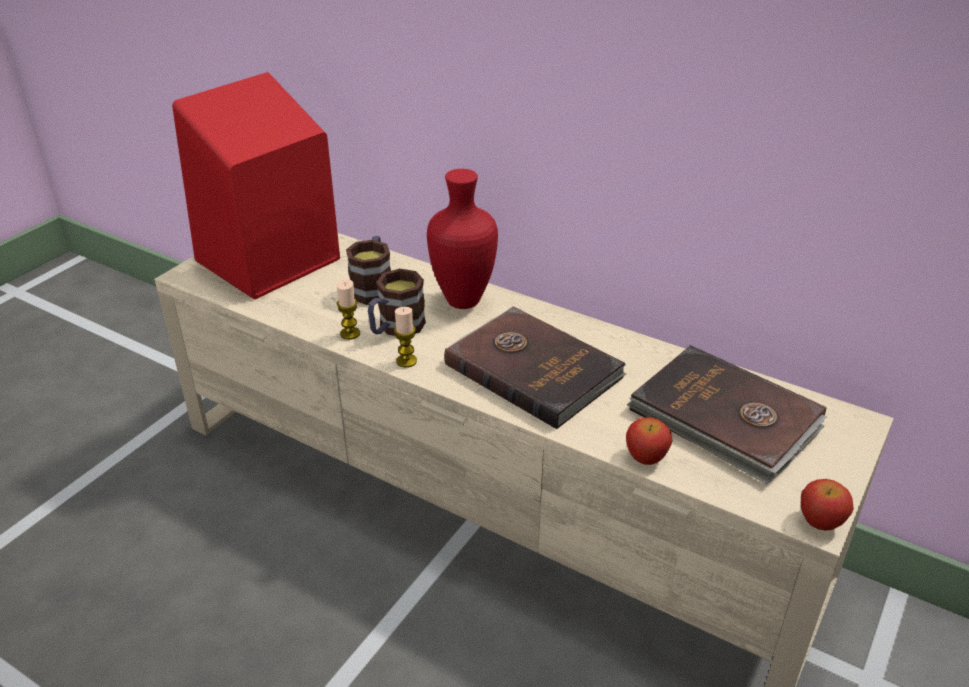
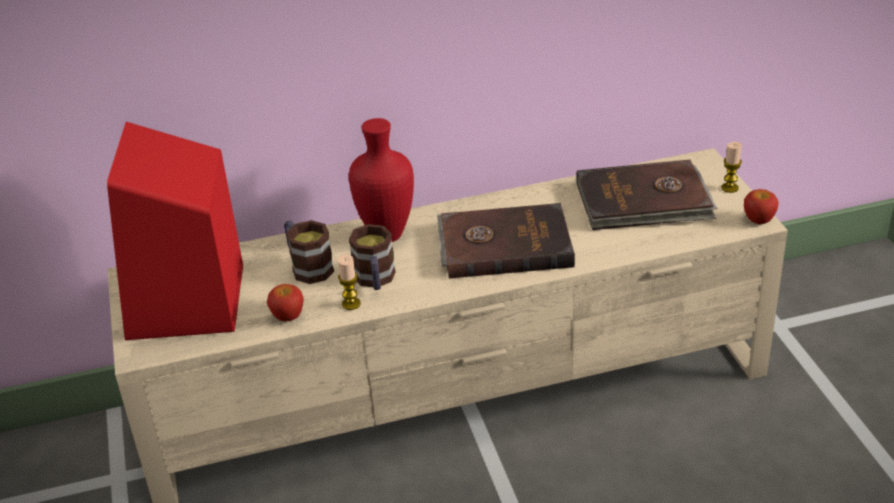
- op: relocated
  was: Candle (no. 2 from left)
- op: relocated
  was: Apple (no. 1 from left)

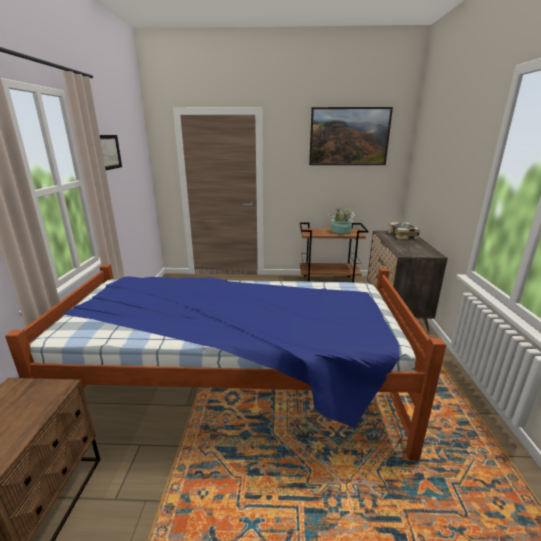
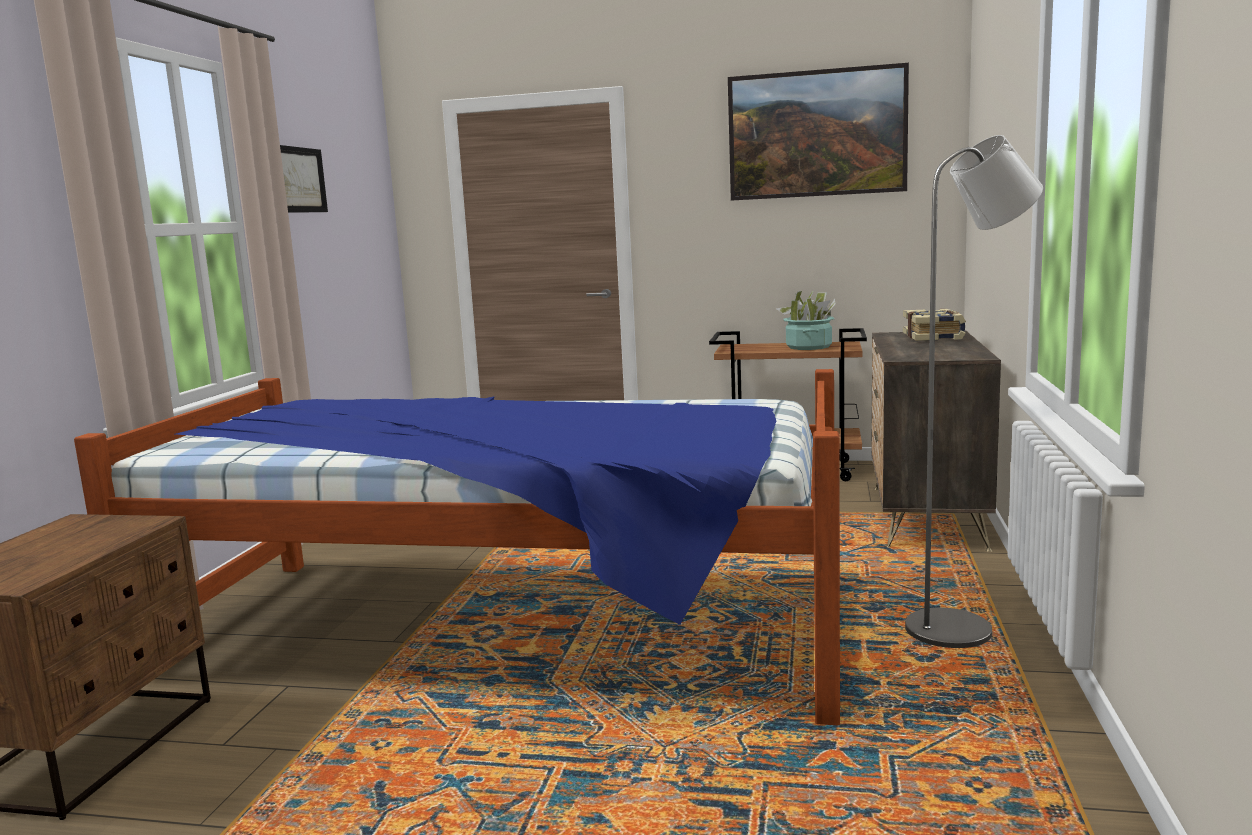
- op: appeared
  now: GreyFloorLamp

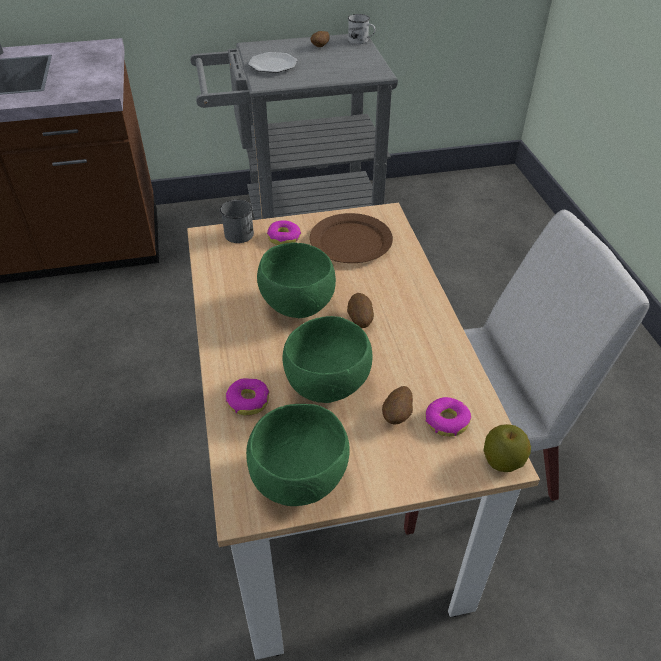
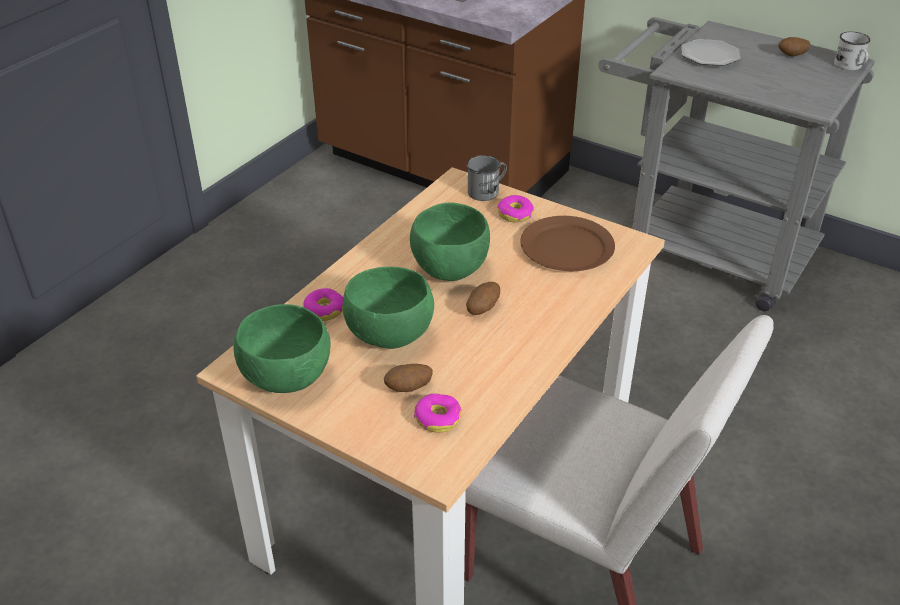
- op: missing
  was: Apple

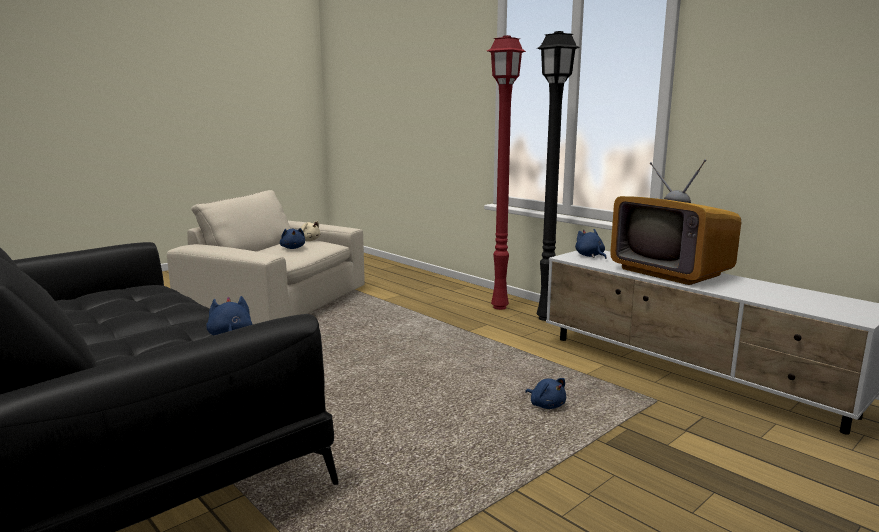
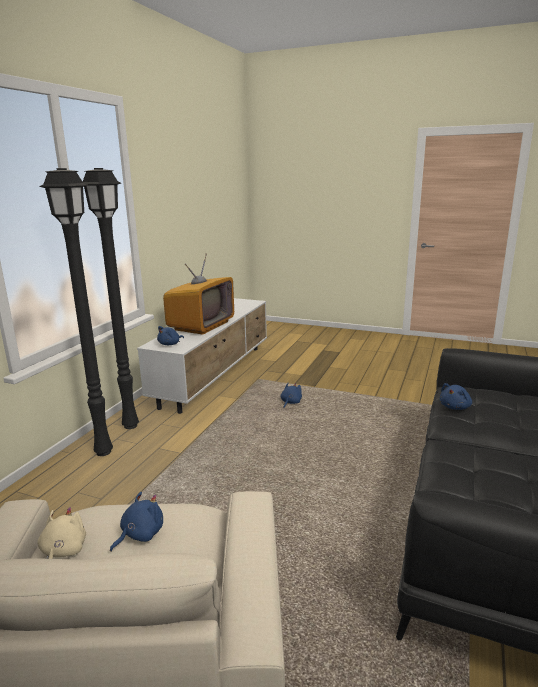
- op: colour
  was: RedFloorLamp
  now: BlackFloorLamp (no. 1 from left)

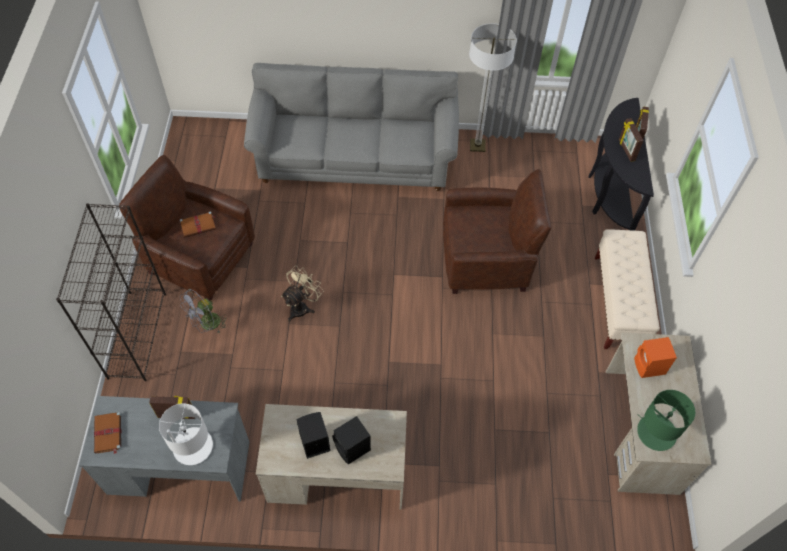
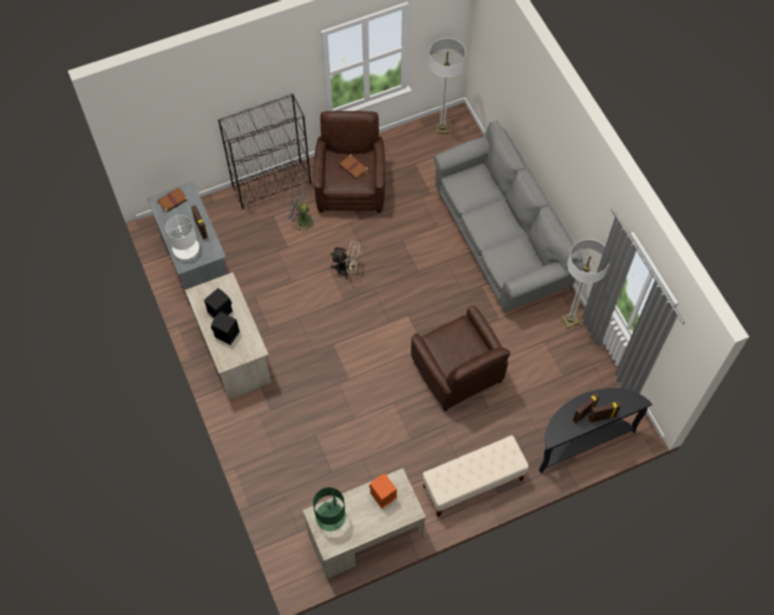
- op: appeared
  now: FloorLamp (no. 1 from left)

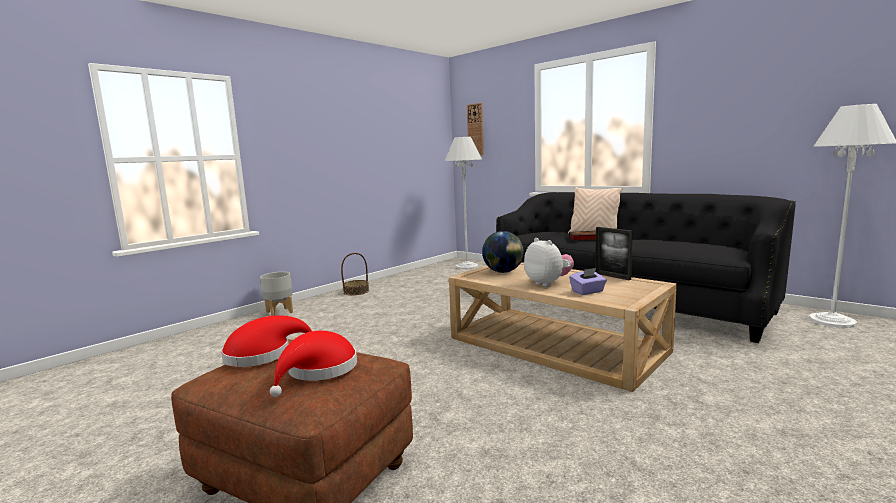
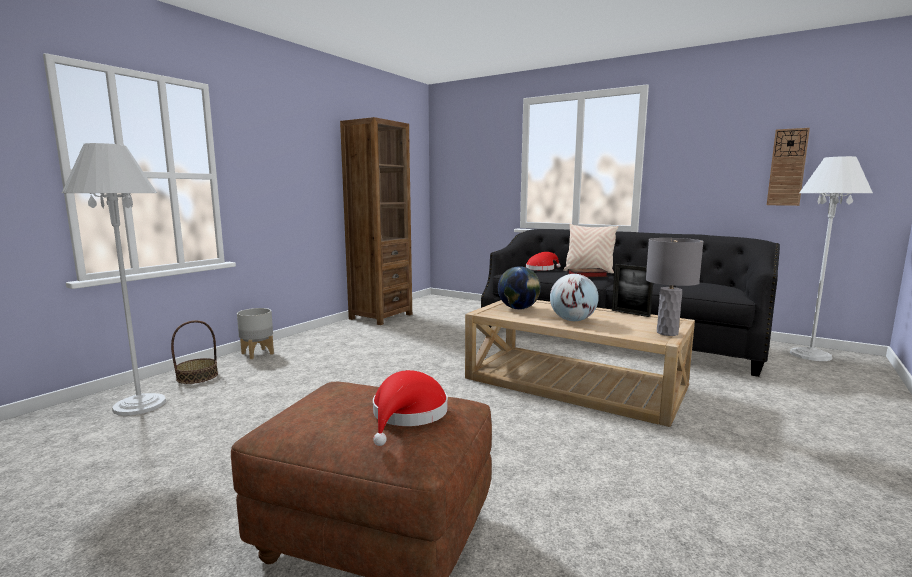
- op: missing
  was: PurpleTissueBox
- op: appeared
  now: BrownBookcase
- op: appeared
  now: GreyTableLamp
- op: relocated
  was: RedHat (no. 1 from left in the first image)
  now: RedHat (no. 2 from left)
- op: relocated
  was: Basket
- op: relocated
  was: WhiteFloorLamp (no. 1 from left)
- op: relocated
  was: WallClock
- op: exchanged
  was: PlushToy
  now: Globe (no. 2 from left)

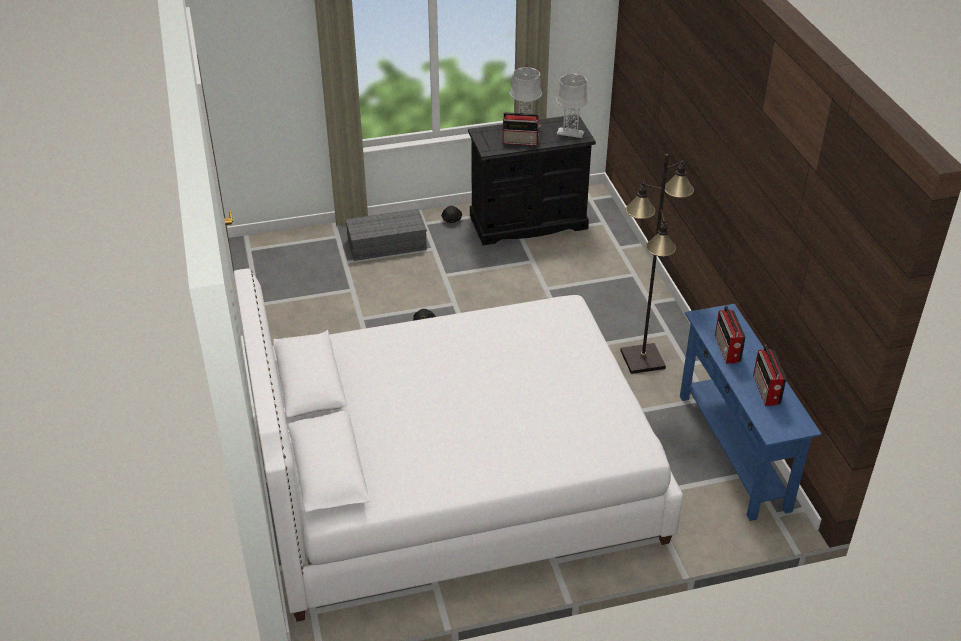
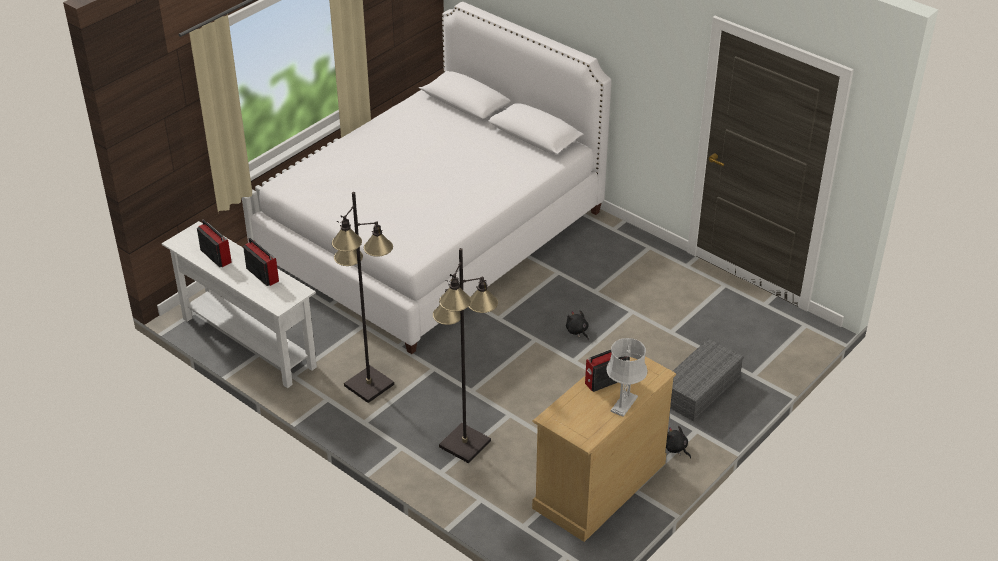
- op: missing
  was: GreyTableLamp (no. 2 from left)
- op: appeared
  now: BlackFloorLamp (no. 2 from left)
- op: colour
  was: BlackDresser
  now: BeigeDresser
- op: colour
  was: BlueConsoleTable
  now: WhiteConsoleTable

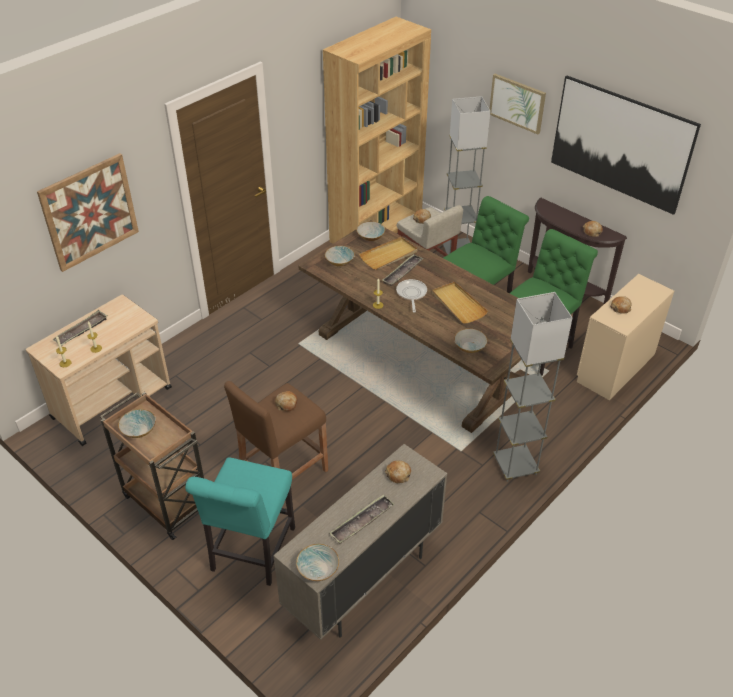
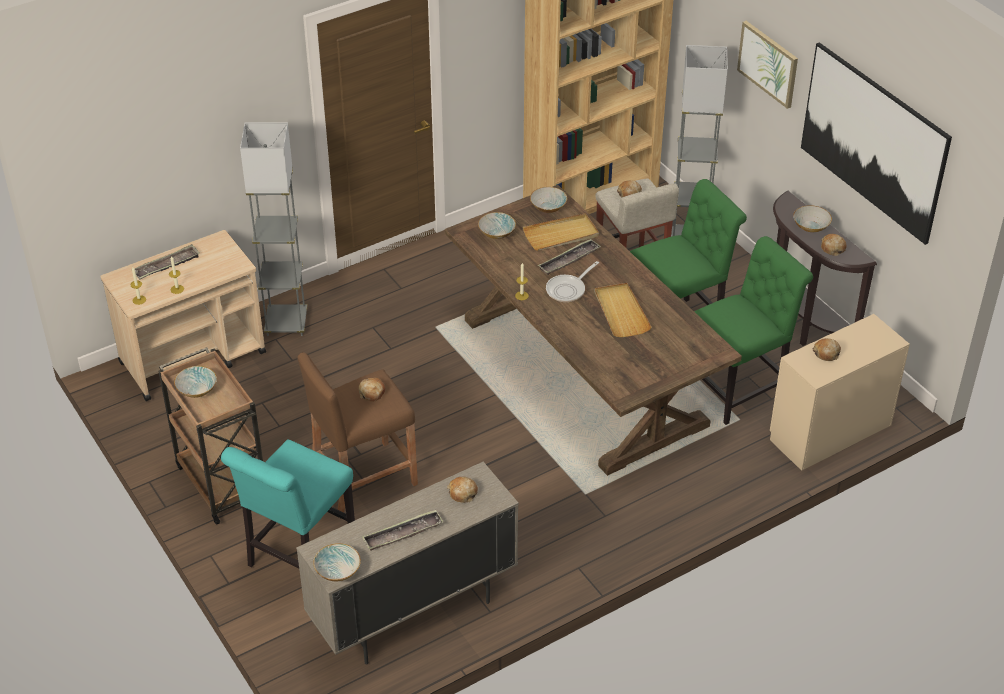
- op: missing
  was: Picture (no. 1 from left)
- op: relocated
  was: Bowl (no. 5 from left)
- op: relocated
  was: GreyFloorLamp (no. 2 from left in the first image)
  now: GreyFloorLamp (no. 1 from left)
- op: spun
  was: FryingPan
  clockwise: -150

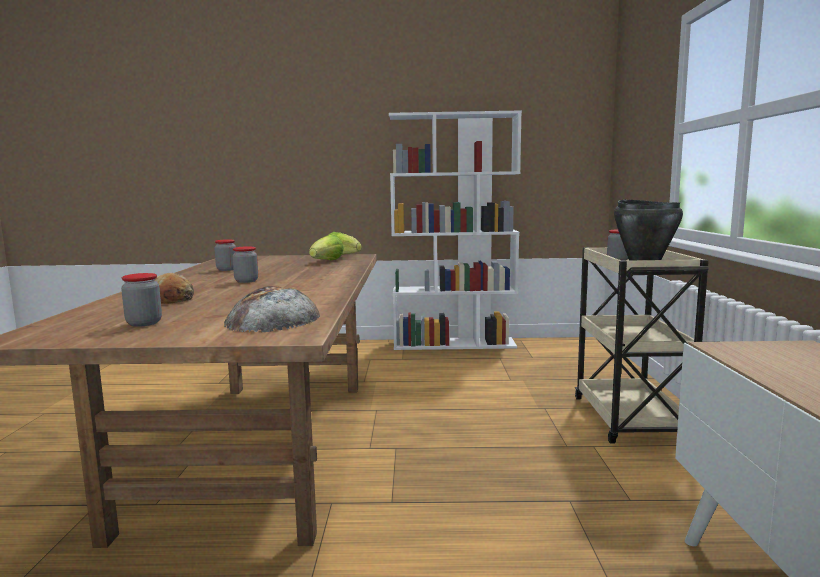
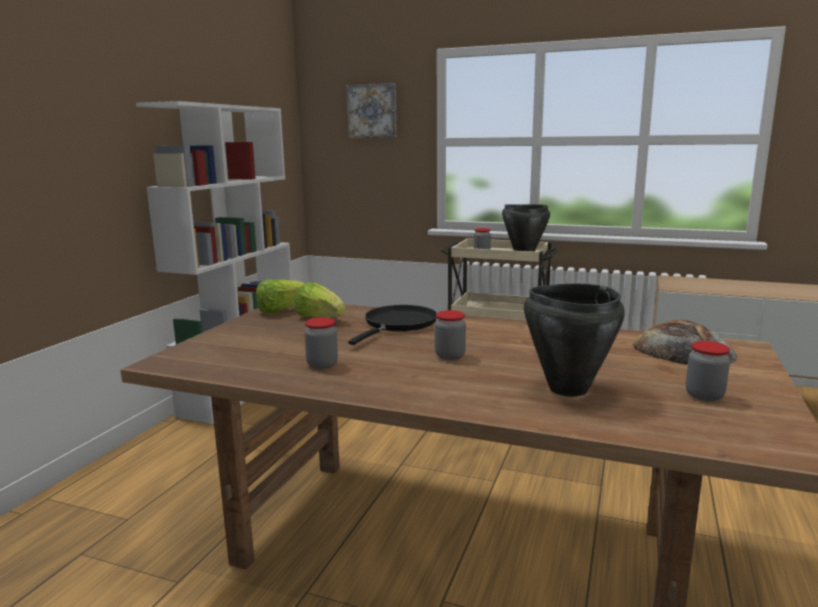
- op: appeared
  now: Picture
- op: appeared
  now: BlackFryingPan
- op: exchanged
  was: Bread (no. 1 from left)
  now: BlackCookingPot (no. 2 from left)

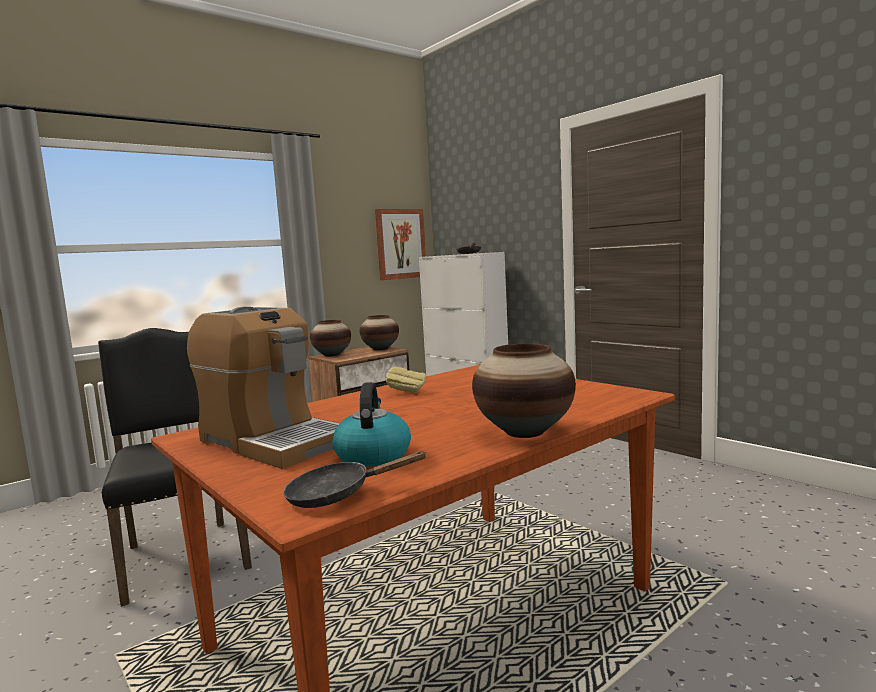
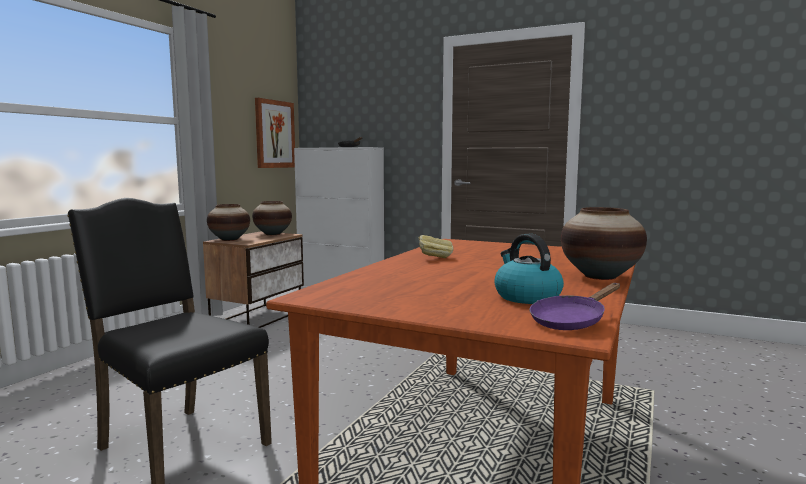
- op: missing
  was: CoffeeMachine
- op: colour
  was: BlackFryingPan (no. 1 from left)
  now: PurpleFryingPan

